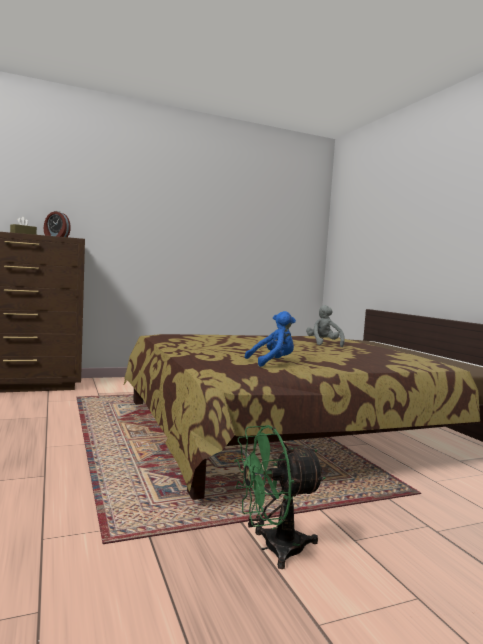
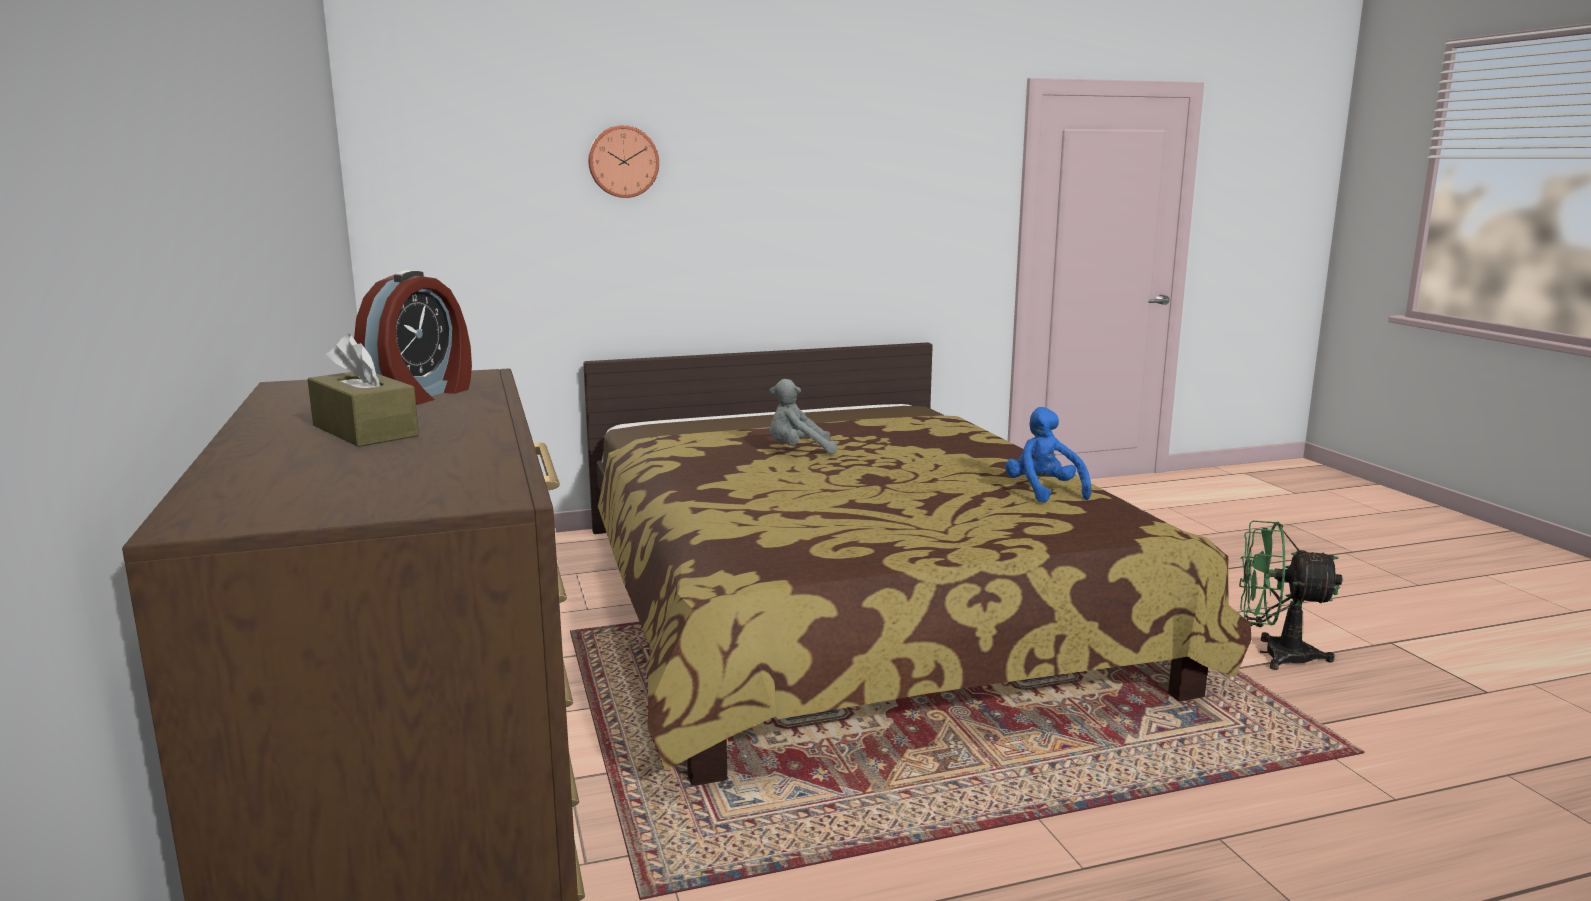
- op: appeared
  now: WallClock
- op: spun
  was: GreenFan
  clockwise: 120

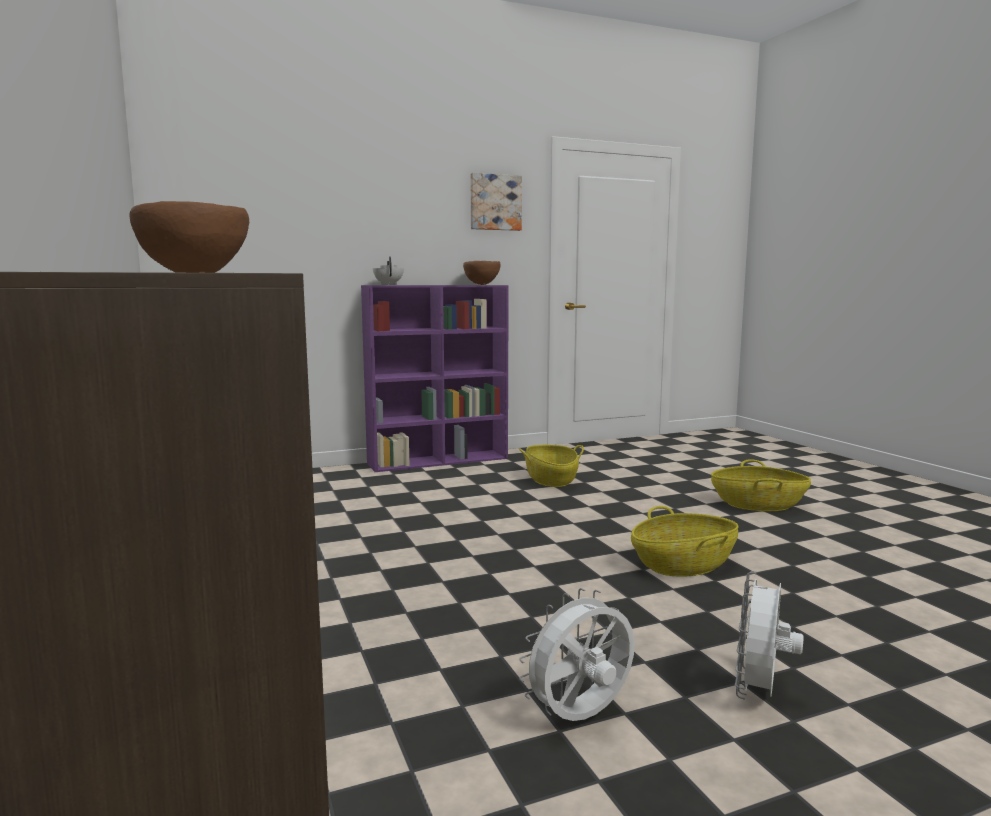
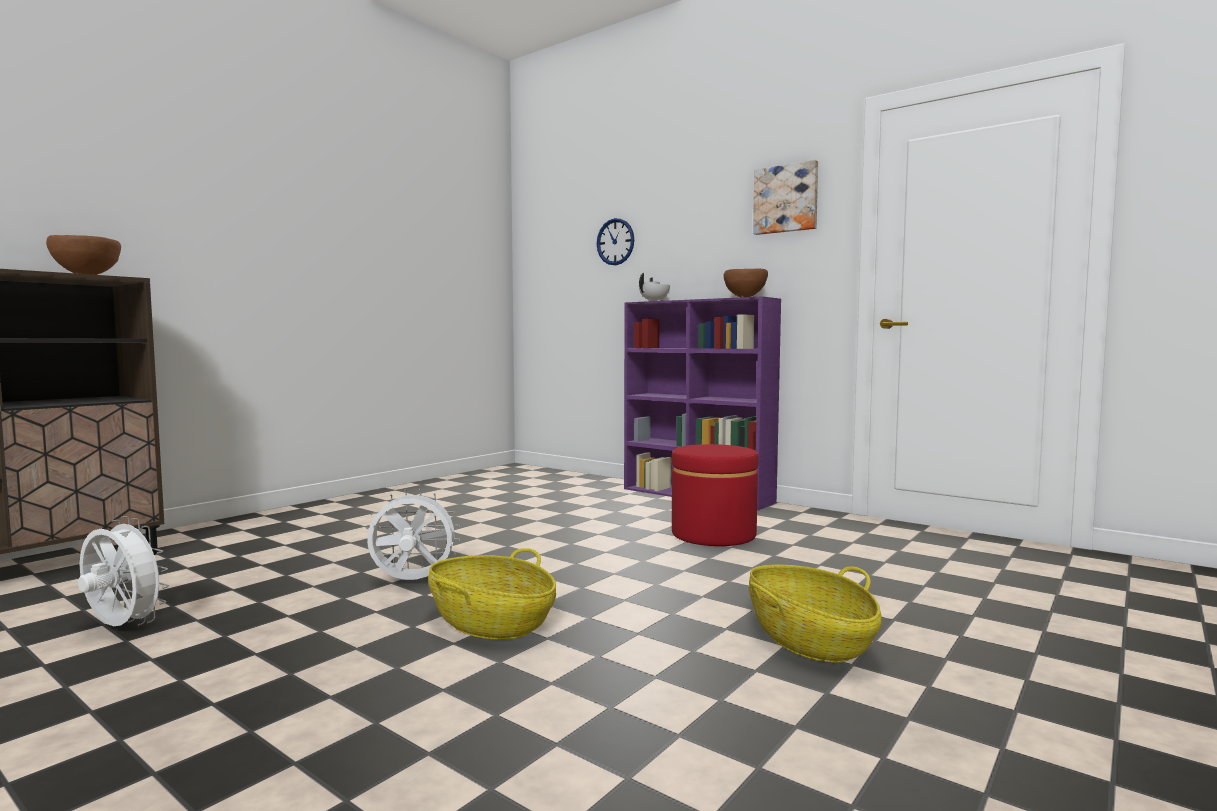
- op: appeared
  now: WallClock
- op: relocated
  was: WhiteFan (no. 2 from left)
- op: exchanged
  was: Basket (no. 1 from left)
  now: RedOttoman

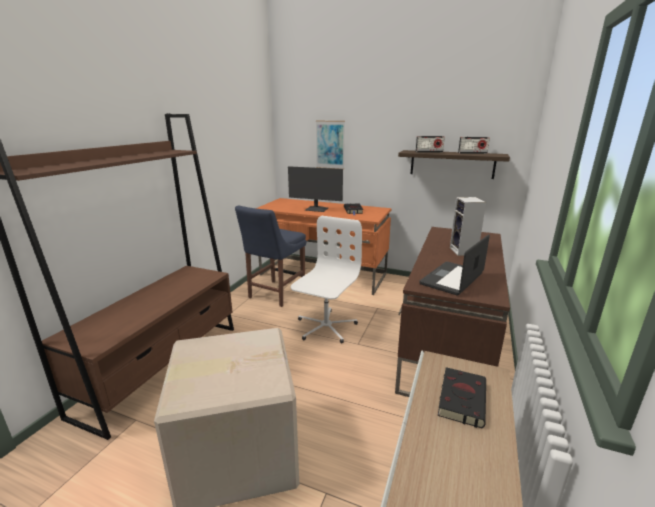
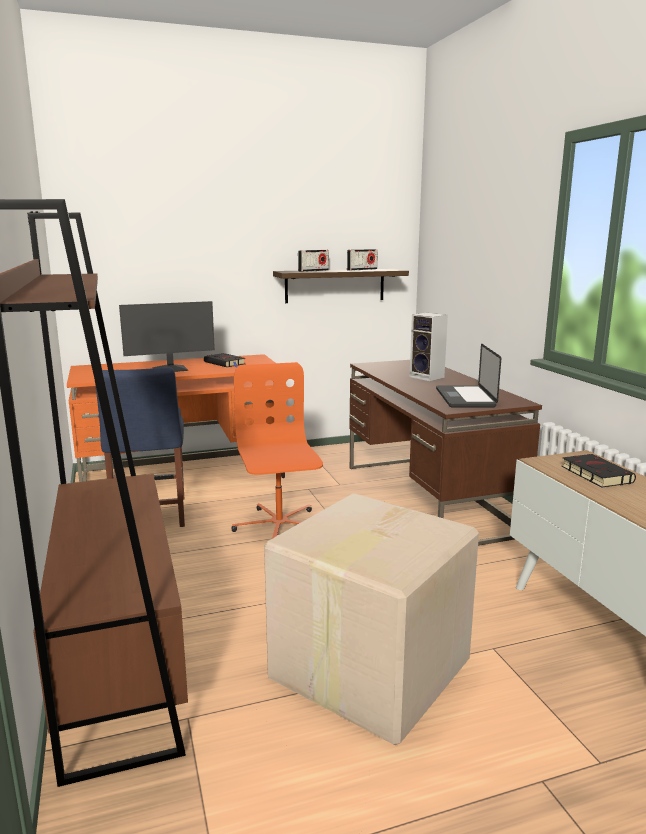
- op: missing
  was: Picture
- op: colour
  was: WhiteOfficeChair
  now: OrangeOfficeChair

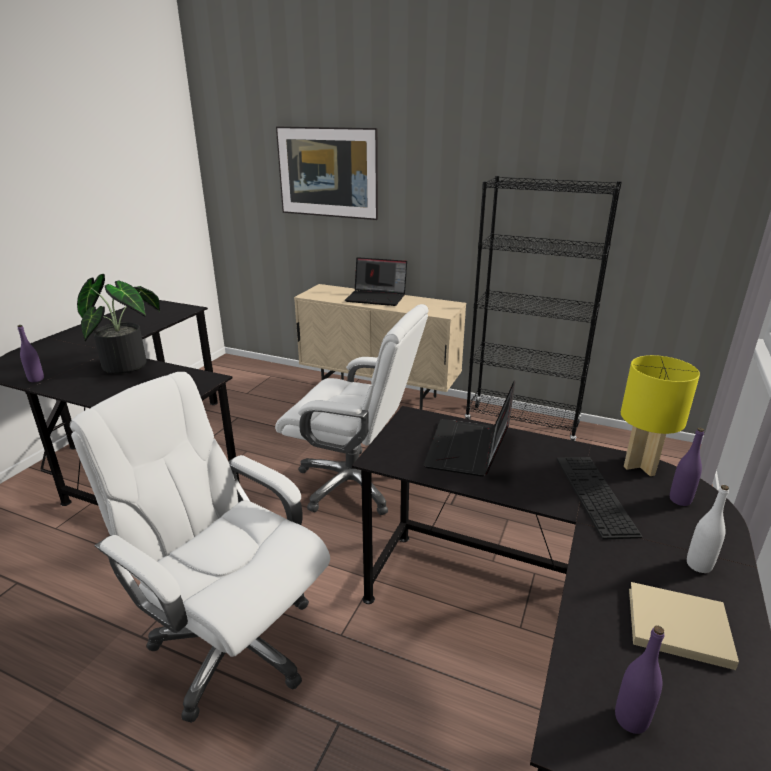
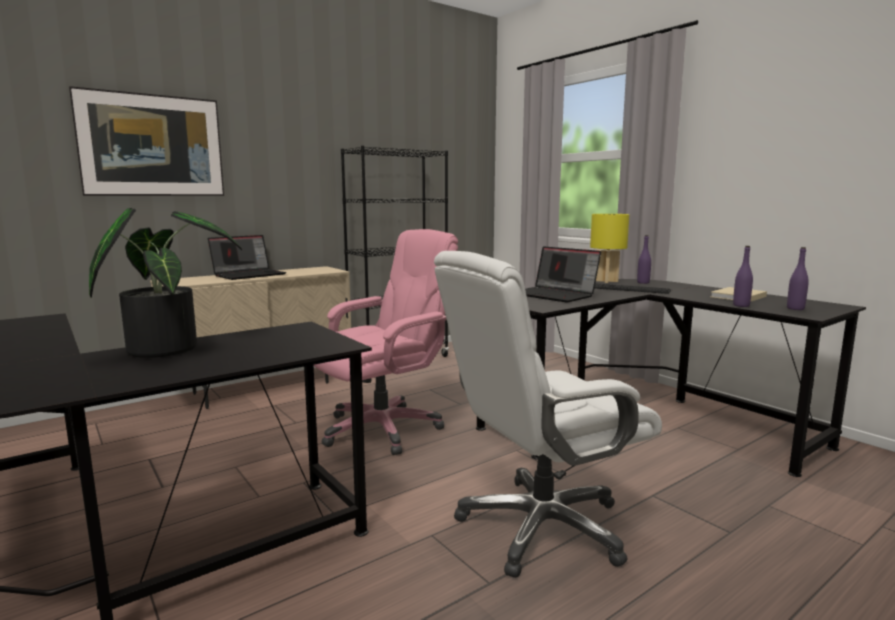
- op: missing
  was: WhiteBottle
- op: relocated
  was: PurpleBottle (no. 1 from left in the first image)
  now: PurpleBottle (no. 2 from left)
- op: colour
  was: WhiteOfficeChair (no. 2 from left)
  now: PinkOfficeChair

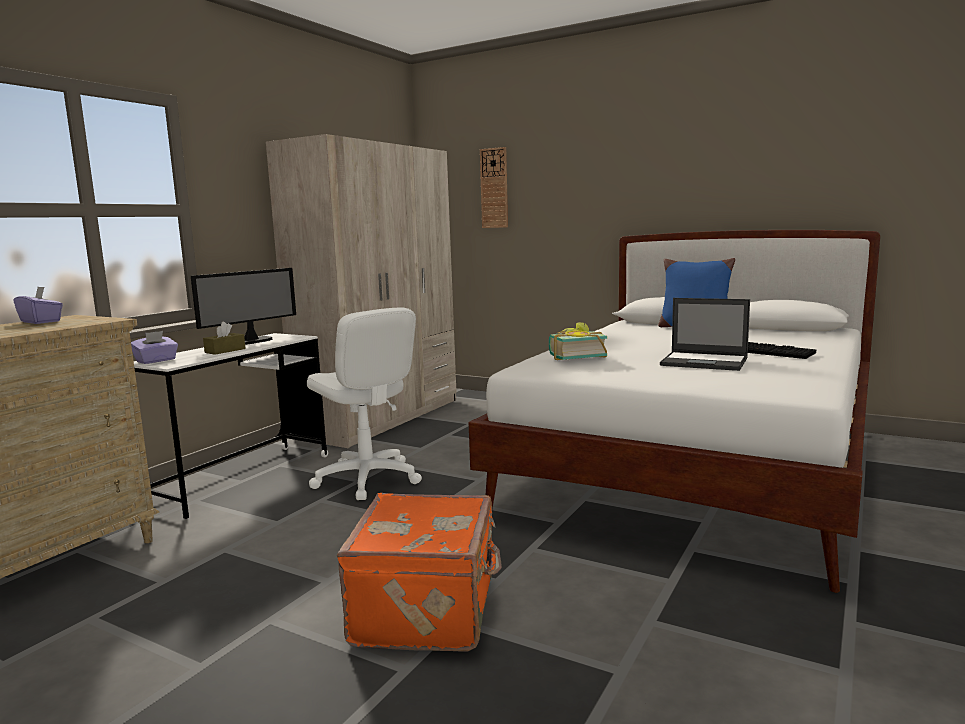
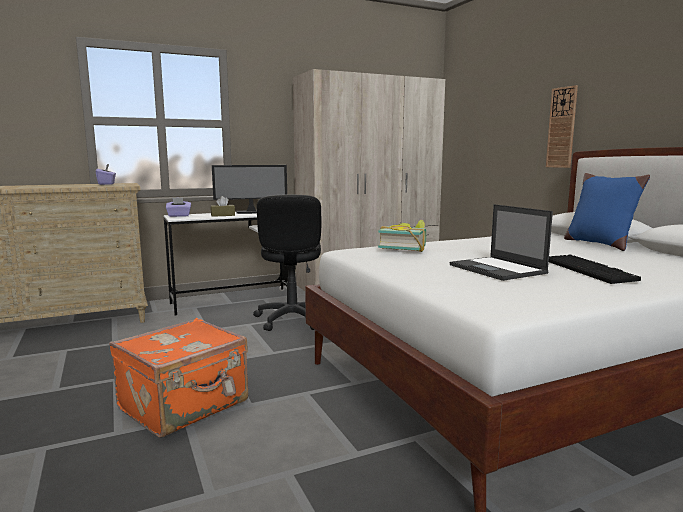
- op: relocated
  was: WallClock
- op: colour
  was: WhiteOfficeChair
  now: BlackOfficeChair

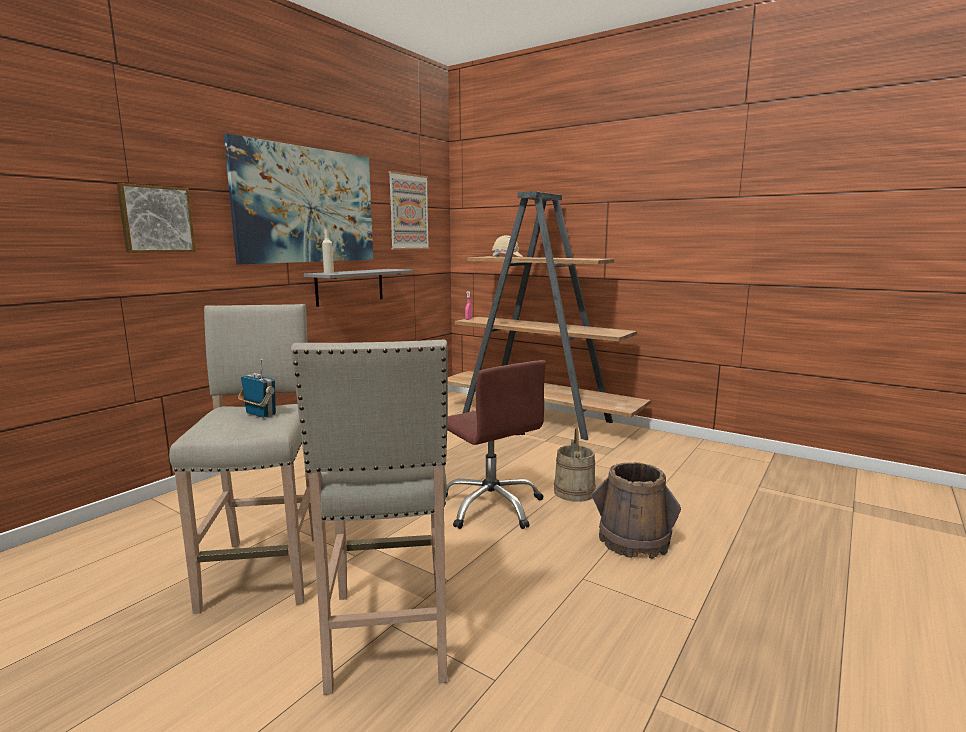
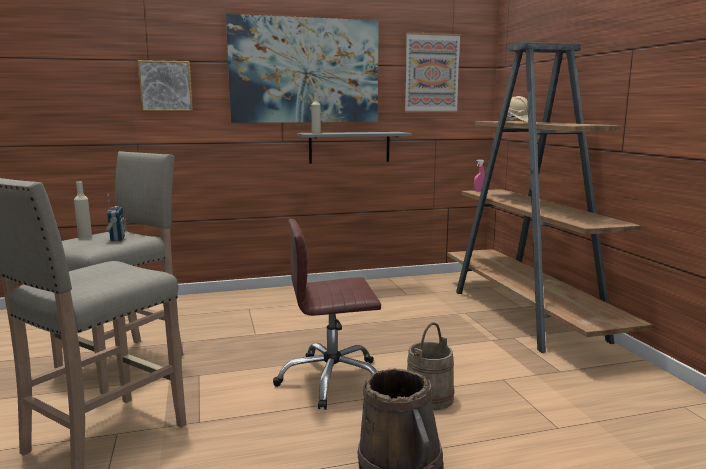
- op: appeared
  now: BeigeBottle (no. 1 from left)
- op: spun
  was: BrownOfficeChair
  clockwise: 75

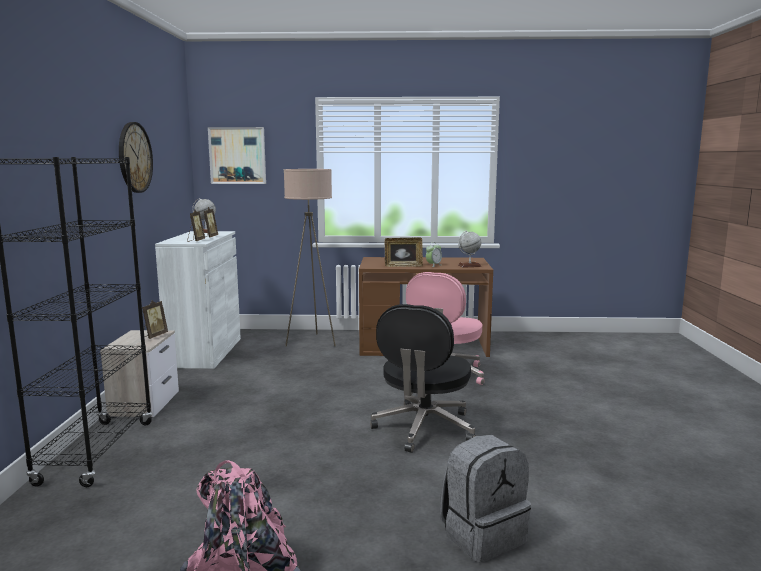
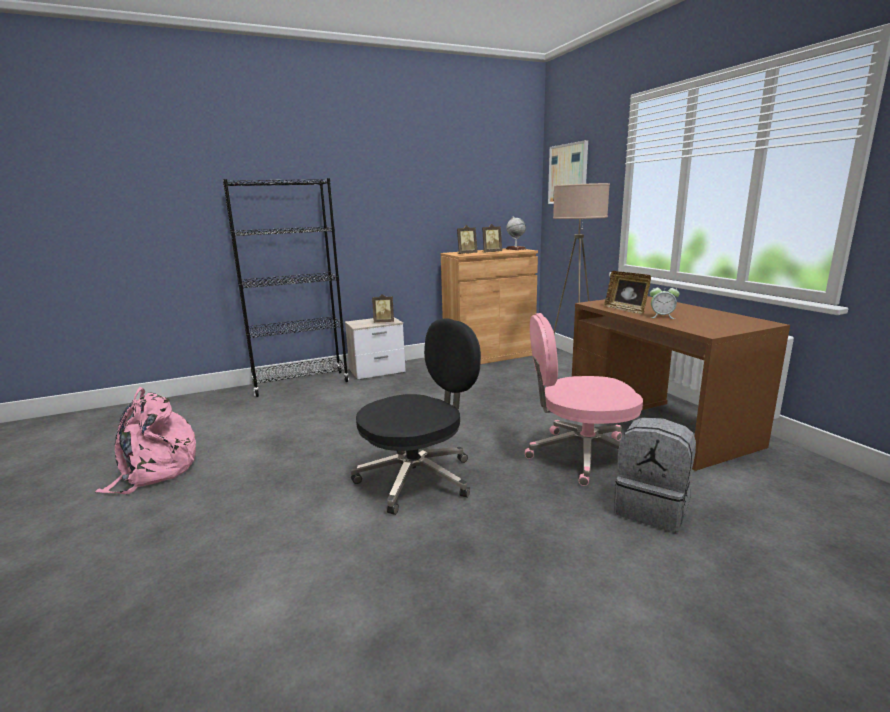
- op: missing
  was: WallClock
- op: missing
  was: Globe (no. 2 from left)
- op: relocated
  was: GreyBackpack
- op: colour
  was: WhiteCabinet
  now: BrownCabinet
- op: spun
  was: BlackOfficeChair
  clockwise: 150

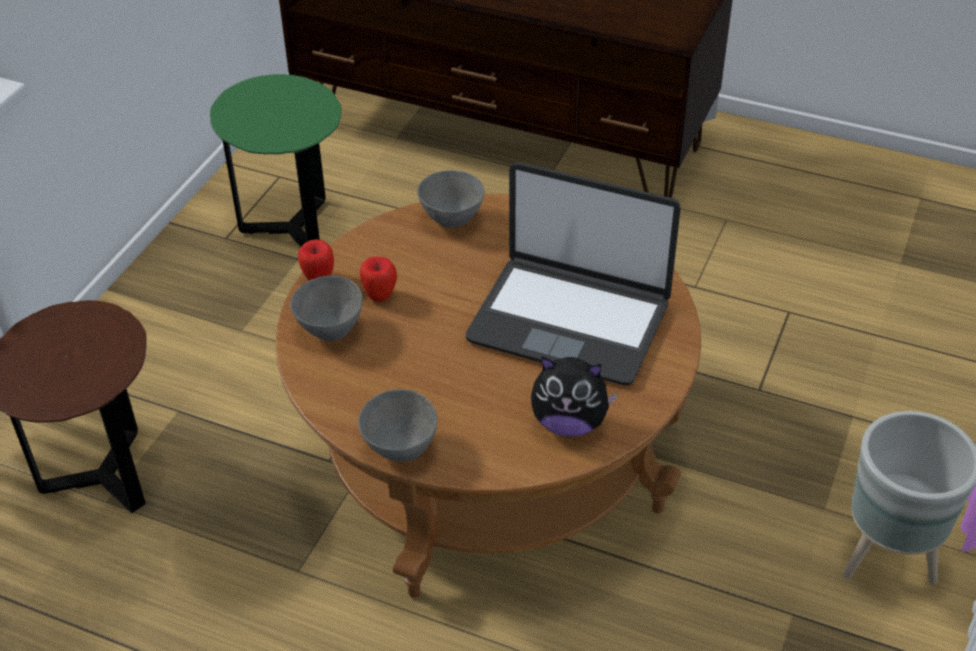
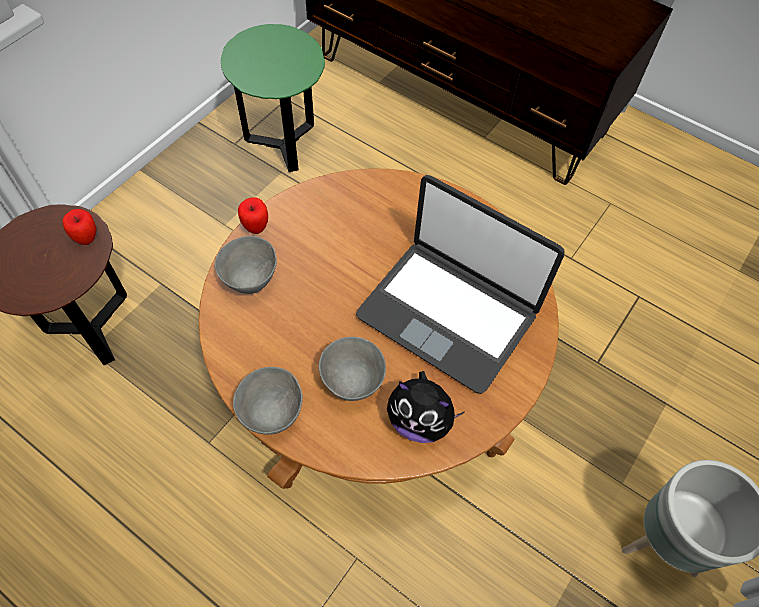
- op: relocated
  was: Apple (no. 2 from left in the first image)
  now: Apple (no. 1 from left)
- op: relocated
  was: GreyBowl (no. 3 from left)

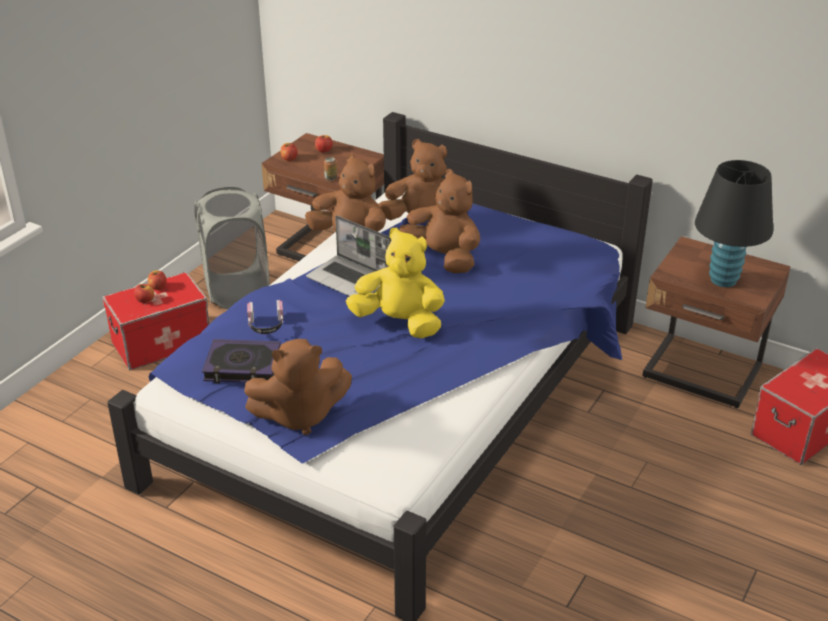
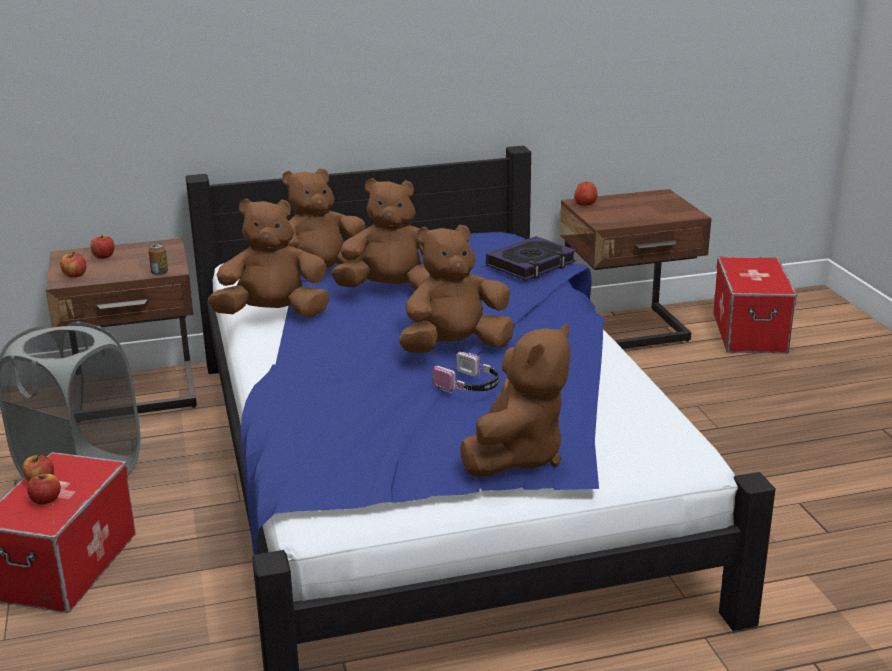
- op: missing
  was: Laptop
- op: missing
  was: BlackTableLamp
- op: appeared
  now: Apple (no. 5 from left)
- op: relocated
  was: Book
- op: relocated
  was: Headphones
- op: colour
  was: YellowPlushToy
  now: BrownPlushToy (no. 4 from left)

